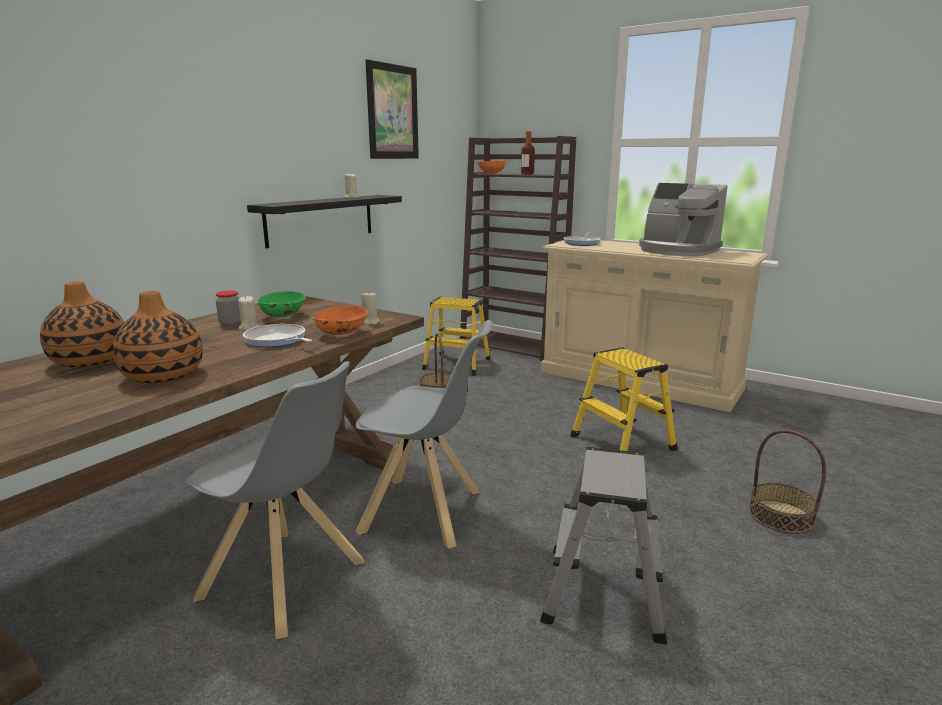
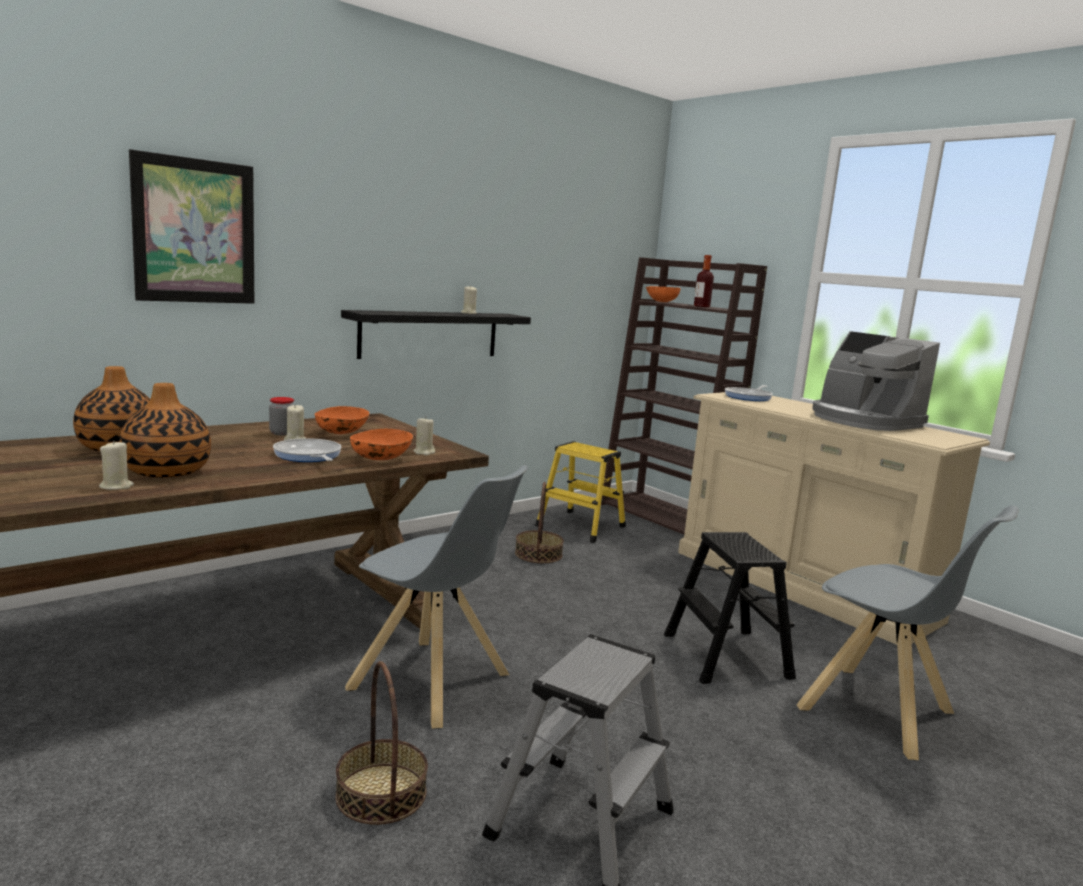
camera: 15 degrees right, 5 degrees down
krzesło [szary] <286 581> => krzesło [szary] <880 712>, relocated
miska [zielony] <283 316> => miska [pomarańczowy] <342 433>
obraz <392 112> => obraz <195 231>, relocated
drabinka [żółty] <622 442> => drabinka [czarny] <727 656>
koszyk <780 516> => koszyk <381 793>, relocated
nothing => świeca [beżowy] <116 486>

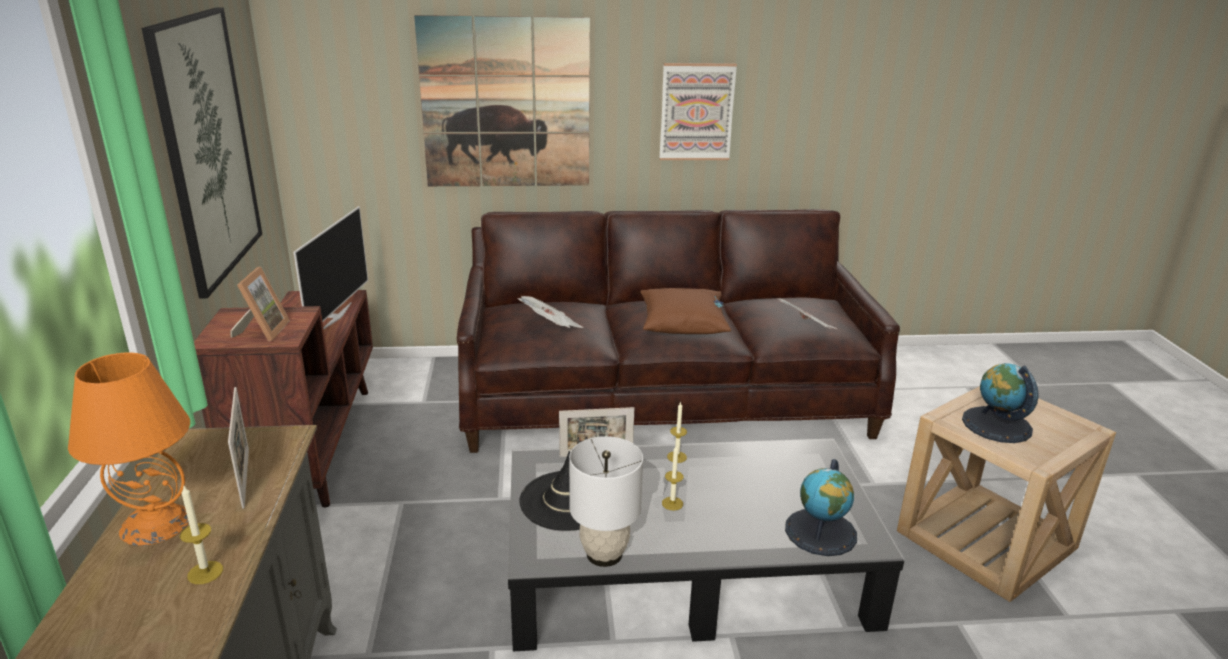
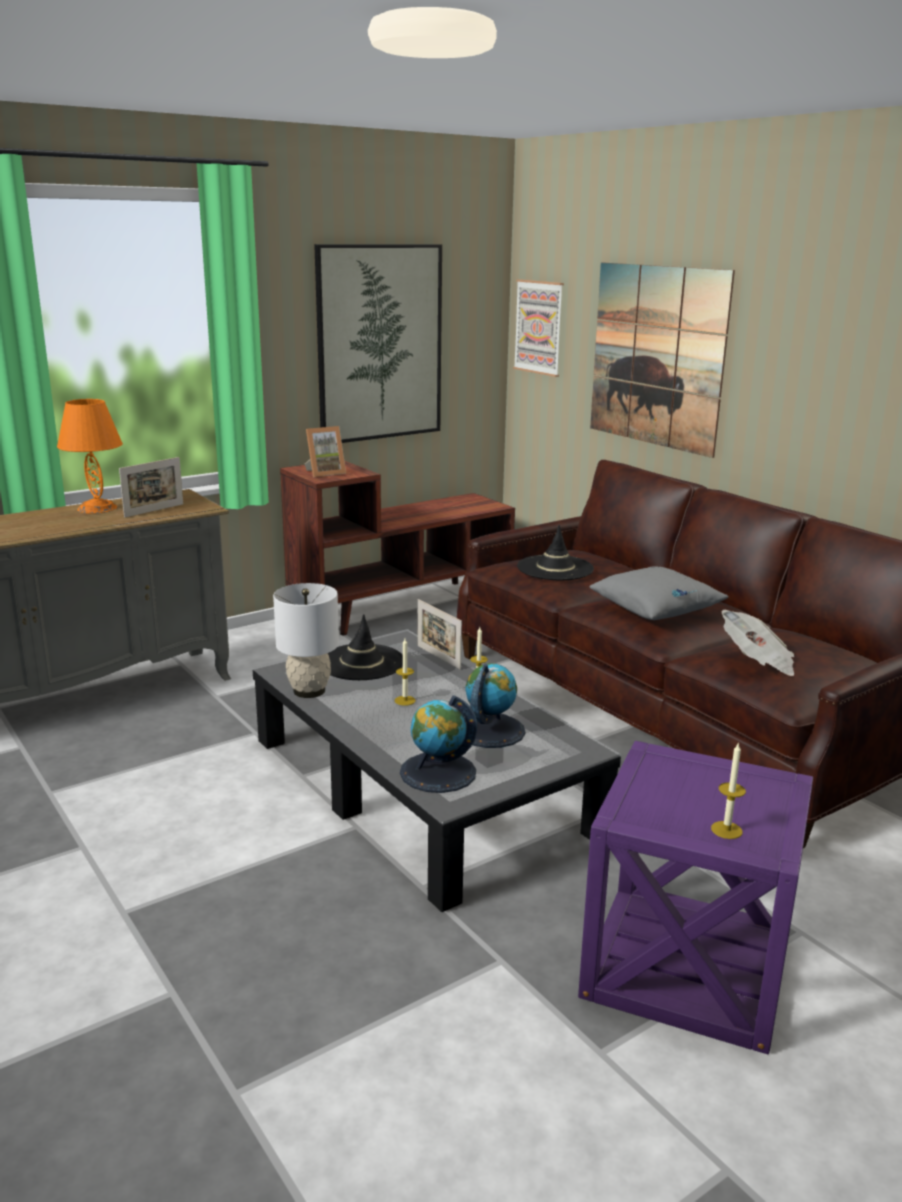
camera: 60 degrees right, 5 degrees down
świeca <205 572> => świeca <726 830>, relocated
telewizor <335 316> => nothing
gazeta <551 328> => kapelusz [czarny] <555 568>
poduszka [brązowy] <682 325> => poduszka [szary] <655 610>
obraz <696 112> => obraz <539 327>, relocated
stolik [beżowy] <986 540> => stolik [fioletowy] <687 966>
globus <996 424> => globus <489 730>, relocated

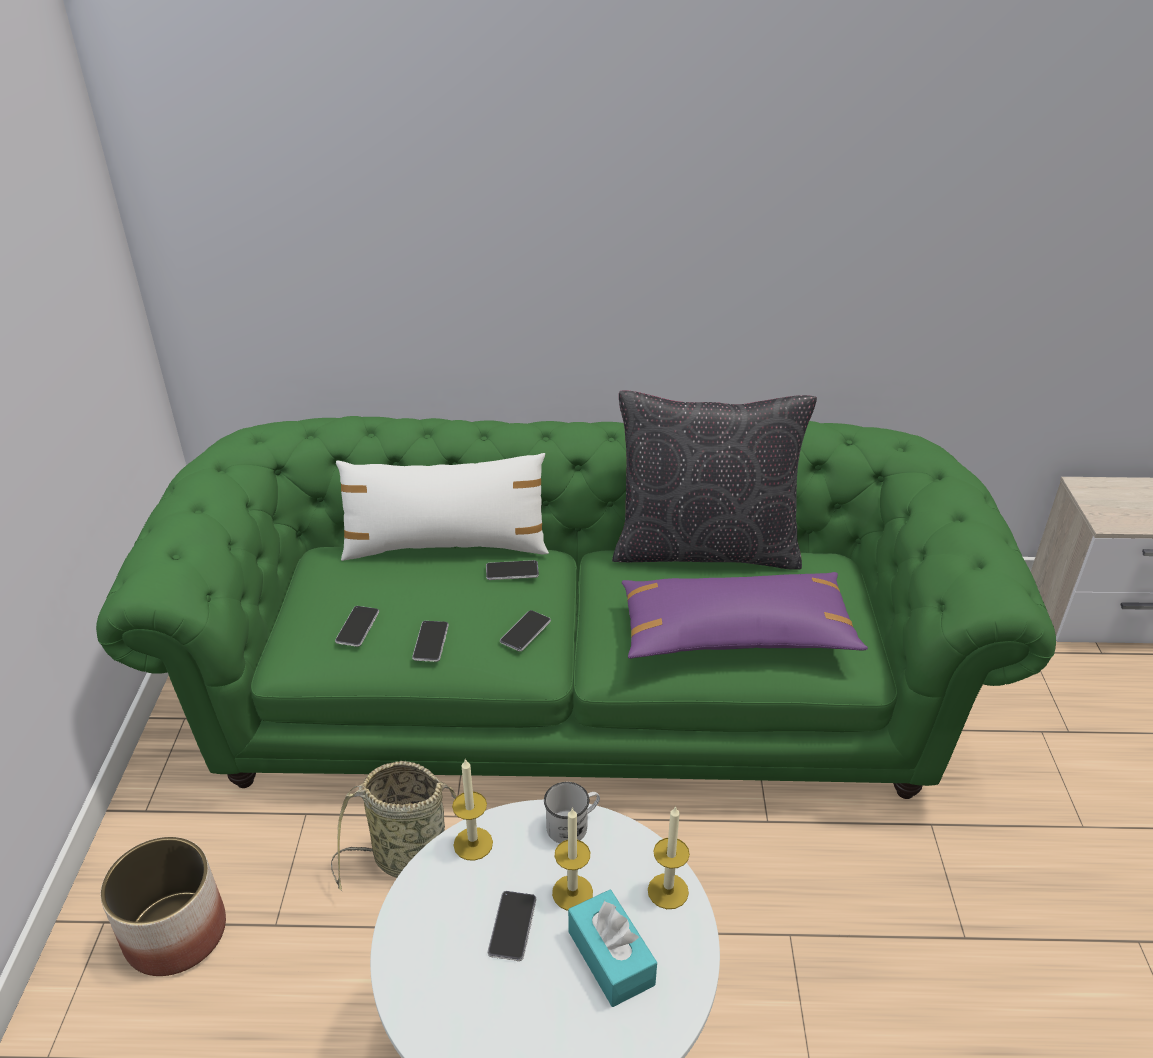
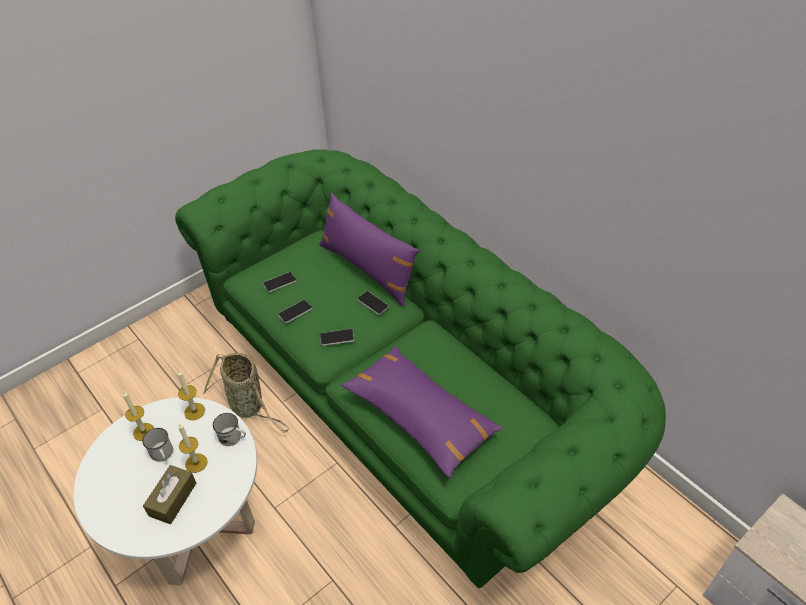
camera: 50 degrees right, 10 degrees up
donica <175 932> => nothing
poduszka [biały] <446 546> => poduszka [fioletowy] <368 269>
telefon <512 926> => kubek [biały] <163 455>
pudełko chusteczek [turkusowy] <611 958> => pudełko chusteczek [brązowy] <173 499>
poduszka [czarny] <705 548> => nothing
świeca <668 891> => świeca <144 432>, relocated

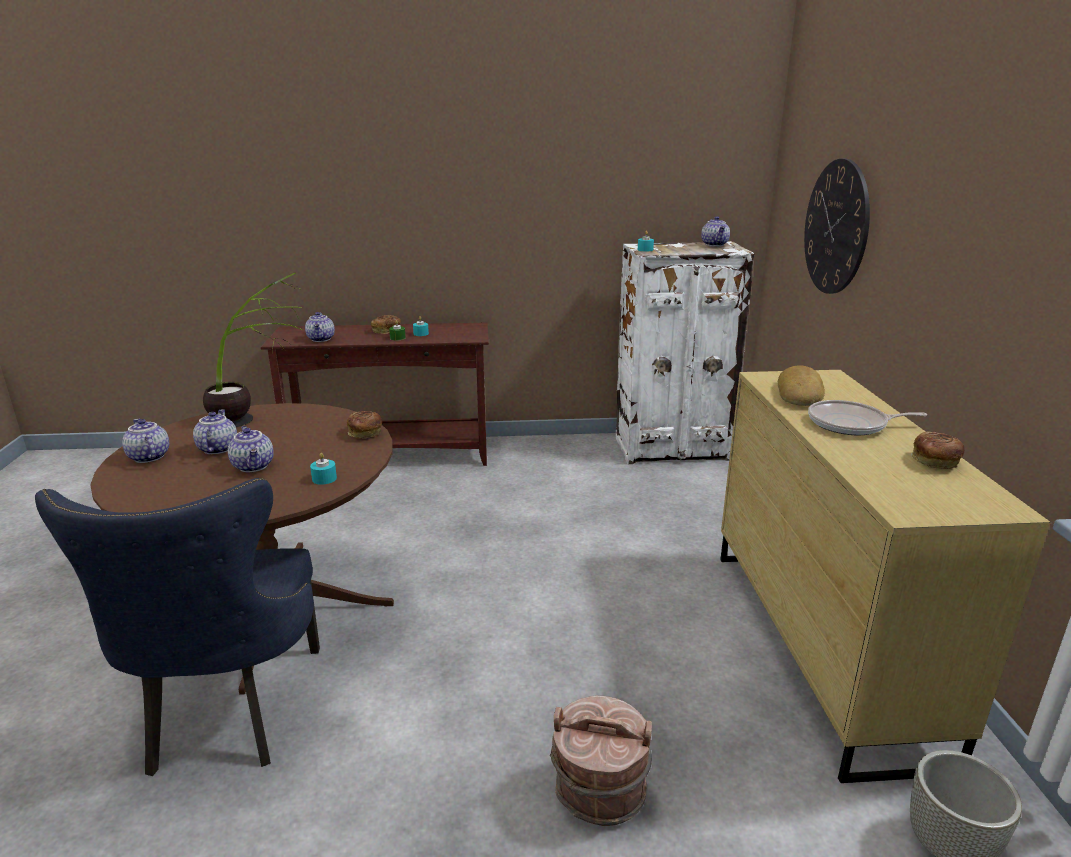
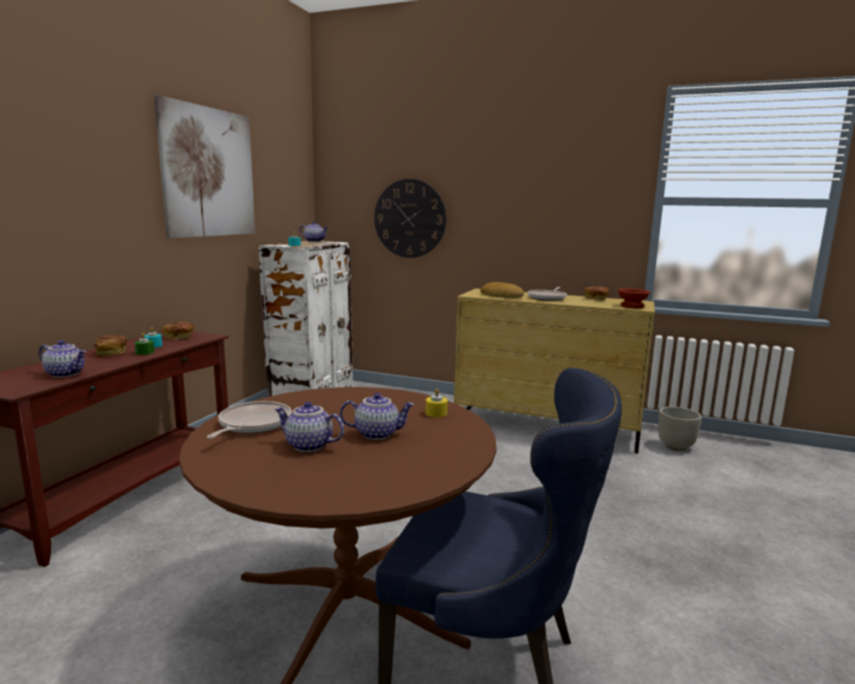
camera: 65 degrees left, 10 degrees down
imbryk <148 457> => nothing
roślina doniczkowa <257 419> => patelnia <252 424>
świeca [turkusowy] <324 478> => świeca [żółty] <436 413>
chleb <365 433> => chleb <179 337>, relocated
wiadro [brązowy] <599 793> => nothing
nothing => obraz <209 173>
nothing => miska [brązowy] <632 306>

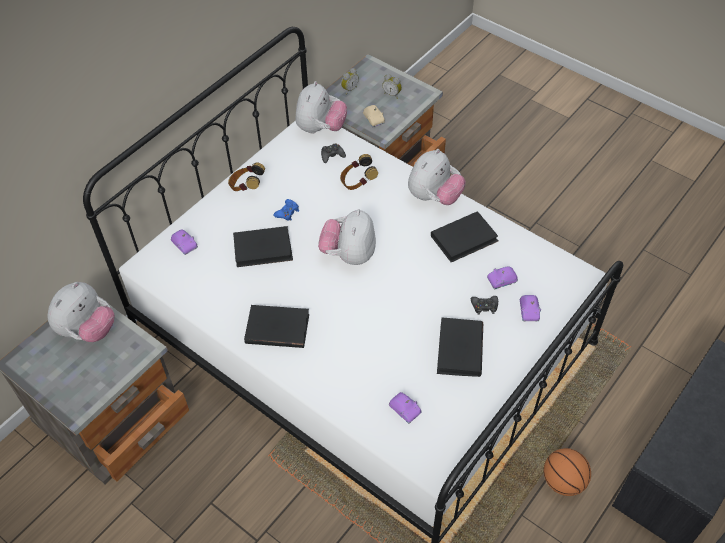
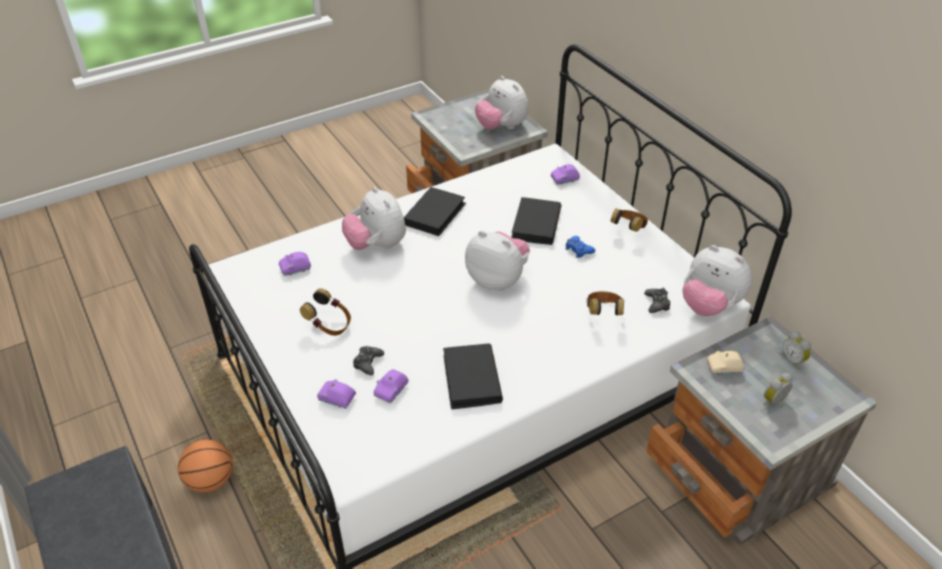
camera: 110 degrees right, 10 degrees down
pluszak <434 197> => pluszak <377 245>, relocated
książka [czarny] <460 349> => słuchawki <330 325>
samochodzik [fioletowy] <502 281> => samochodzik [fioletowy] <391 390>, 150 degrees counterclockwise

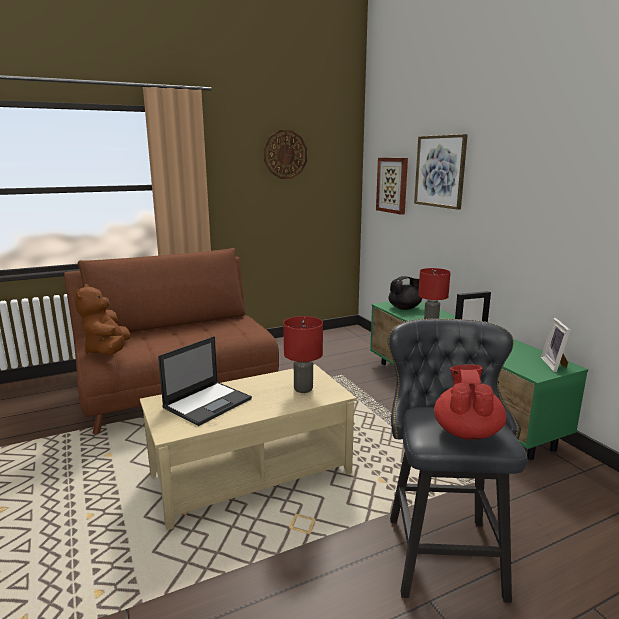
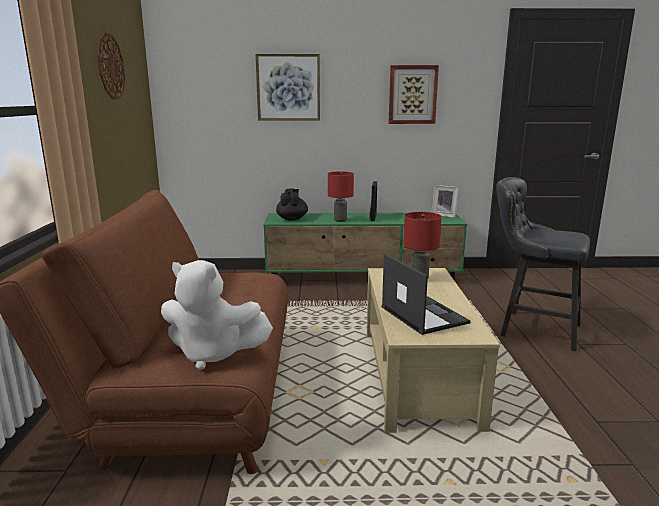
camera: 65 degrees left, 0 degrees up
pluszak [brązowy] <108 351> => pluszak [biały] <213 354>
obraz <392 185> => obraz <412 94>, relocated
imbryk [czerwony] <466 431> => nothing

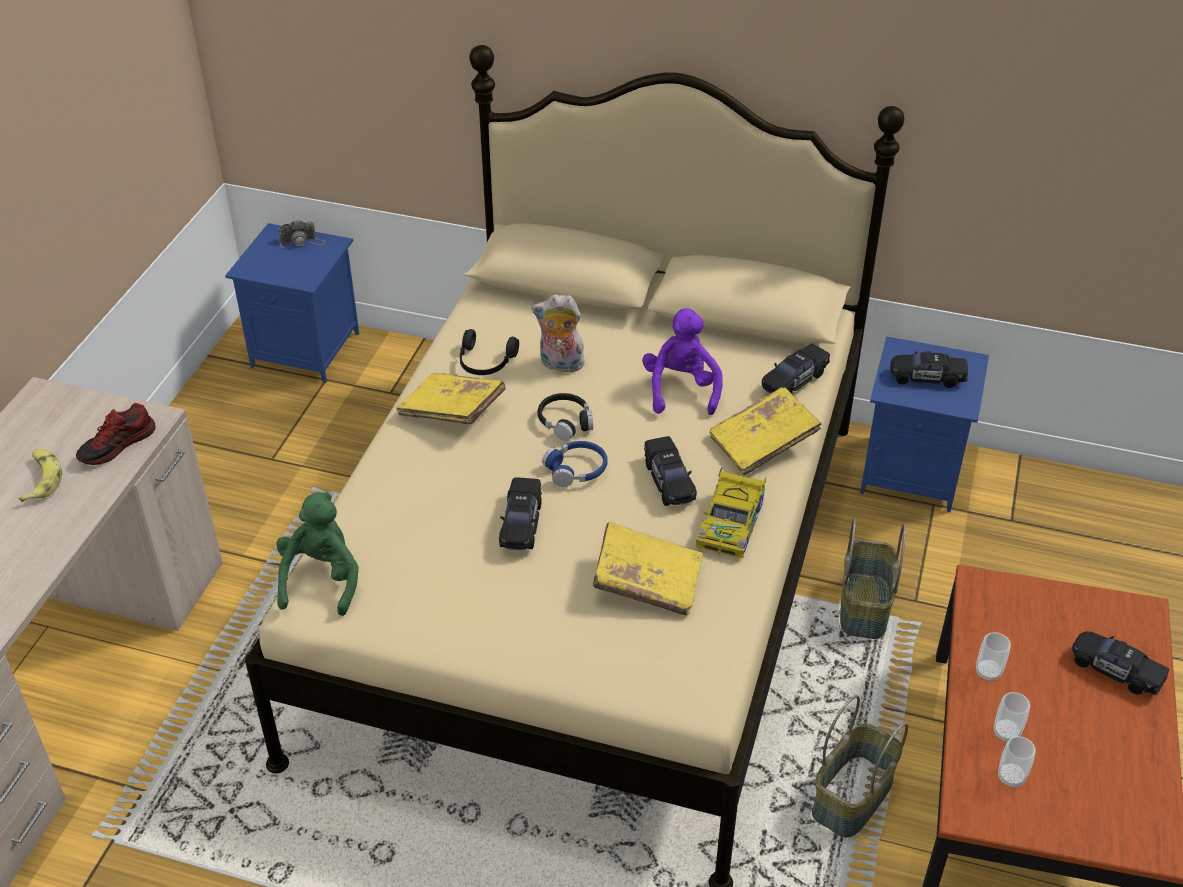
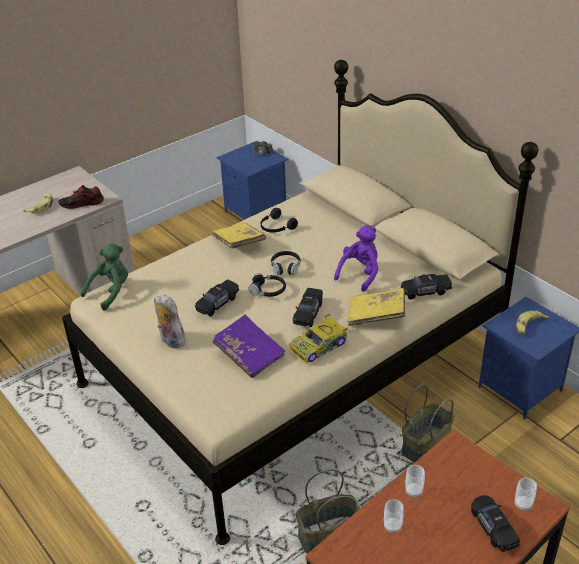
camera: 35 degrees right, 5 degrees down
pluszak <560 365> => pluszak <170 340>, relocated
słuchawki [niebieski] <576 470> => słuchawki [czarny] <268 290>
książka [żółty] <647 582> => książka [fioletowy] <249 354>
samochodzik [czarny] <927 377> => banan <529 326>
filiżanka <1011 777> => filiżanka <523 504>, relocated

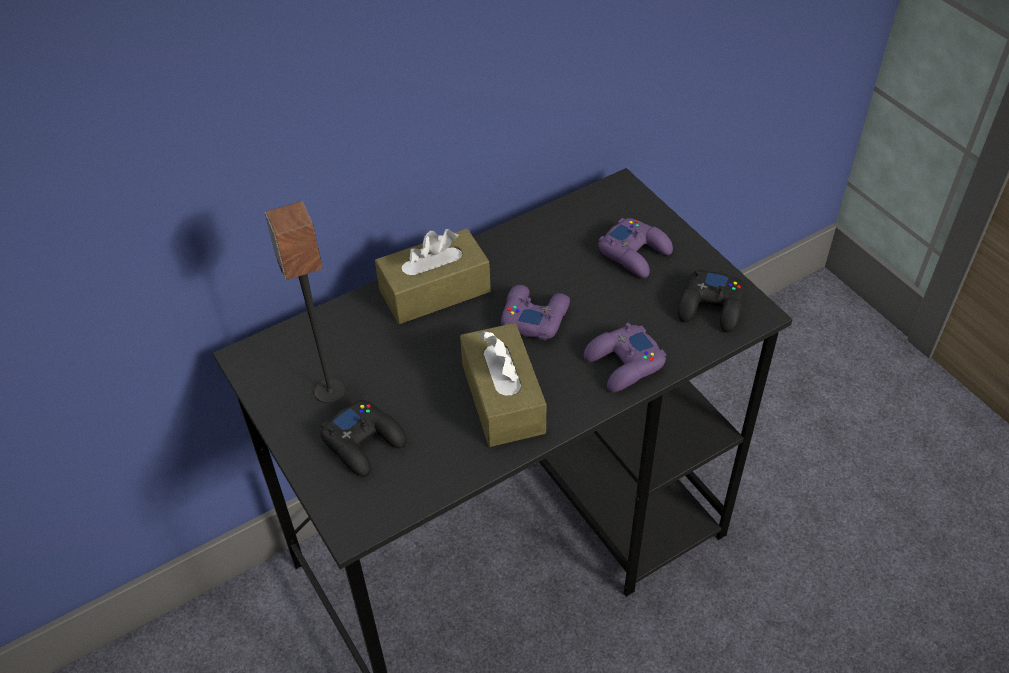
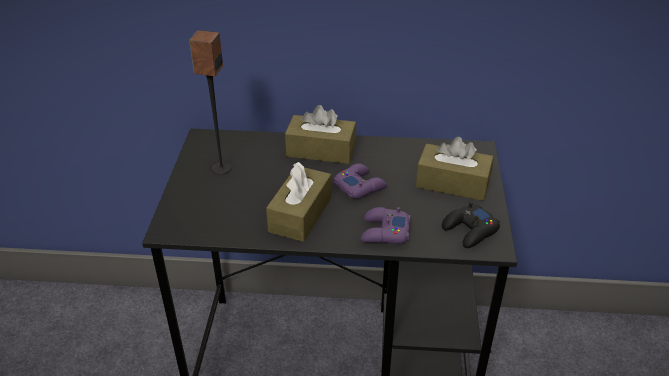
camera: 35 degrees right, 10 degrees down
pad do gier [czarny] <364 442> => nothing
pad do gier [fioletowy] <635 253> => pudełko chusteczek [brązowy] <452 183>

